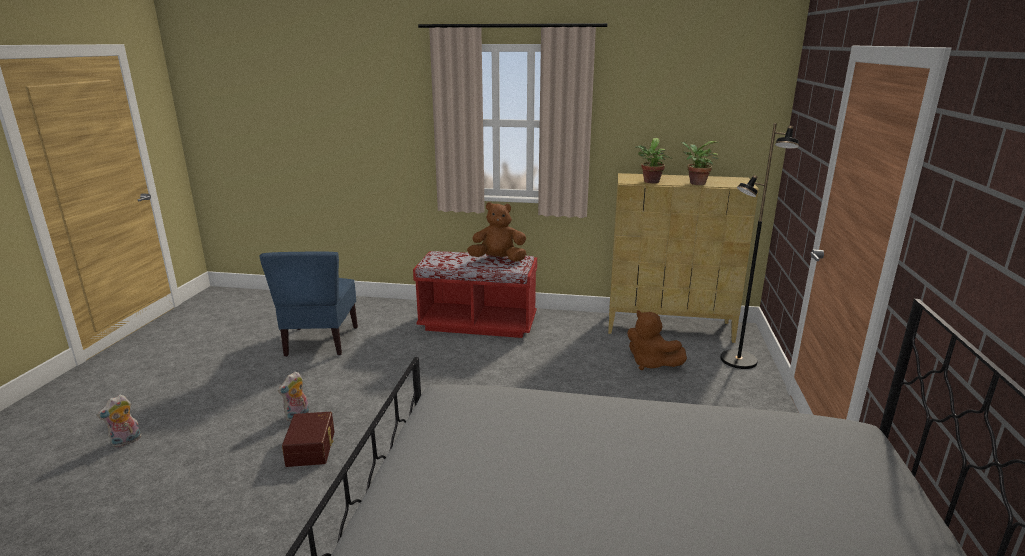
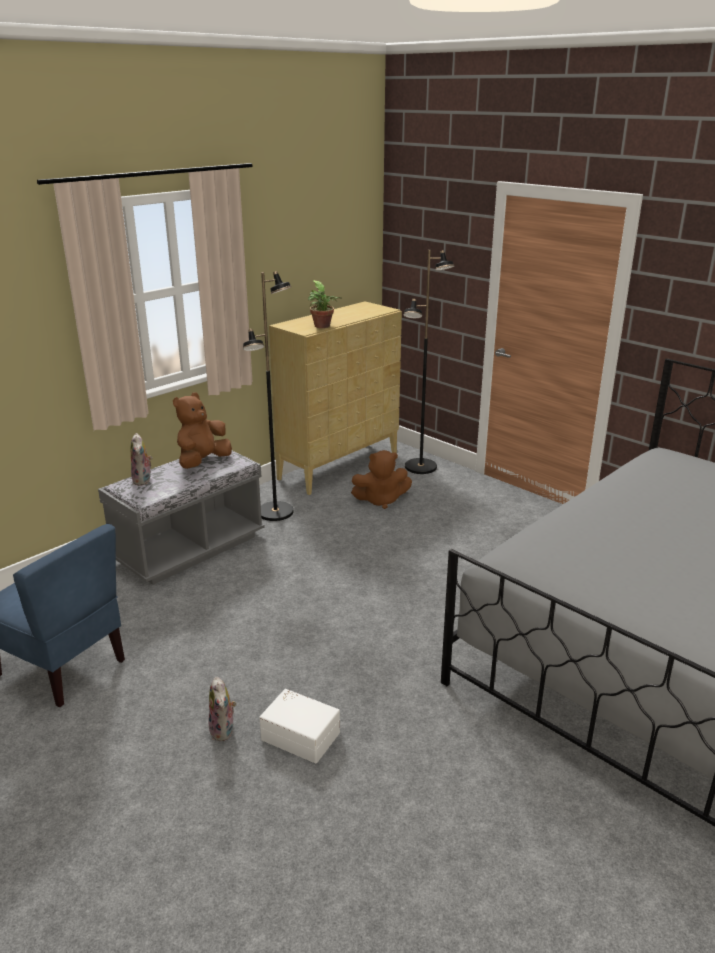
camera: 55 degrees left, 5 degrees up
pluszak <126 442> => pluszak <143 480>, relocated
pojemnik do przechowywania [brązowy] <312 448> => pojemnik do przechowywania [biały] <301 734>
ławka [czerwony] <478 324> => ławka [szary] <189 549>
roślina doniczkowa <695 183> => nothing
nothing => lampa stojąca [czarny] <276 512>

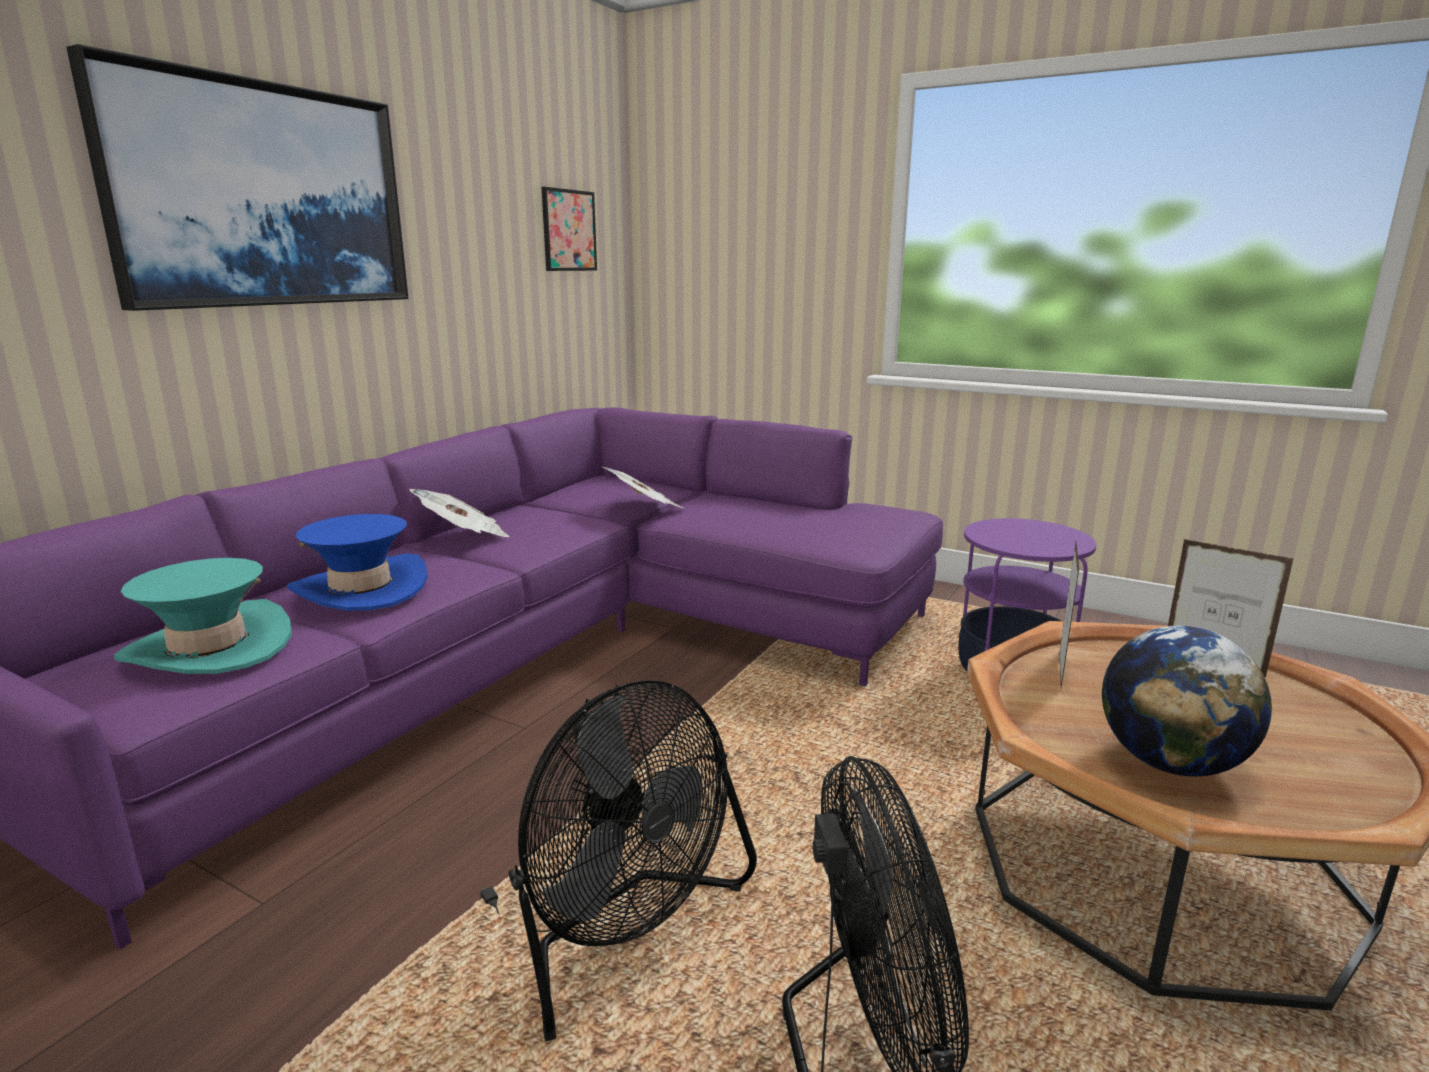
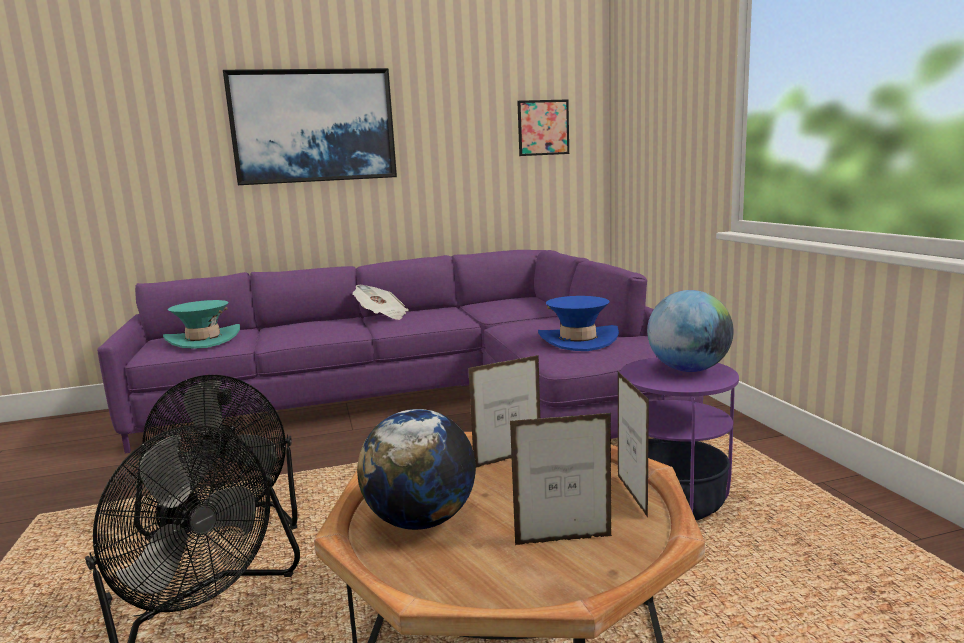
camera: 45 degrees right, 5 degrees down
kapelusz [niebieski] <360 589> => kapelusz [niebieski] <578 340>, relocated
gazeta <644 509> => nothing
nothing => ramka na zdjęcie <563 540>
nothing => globus <688 370>

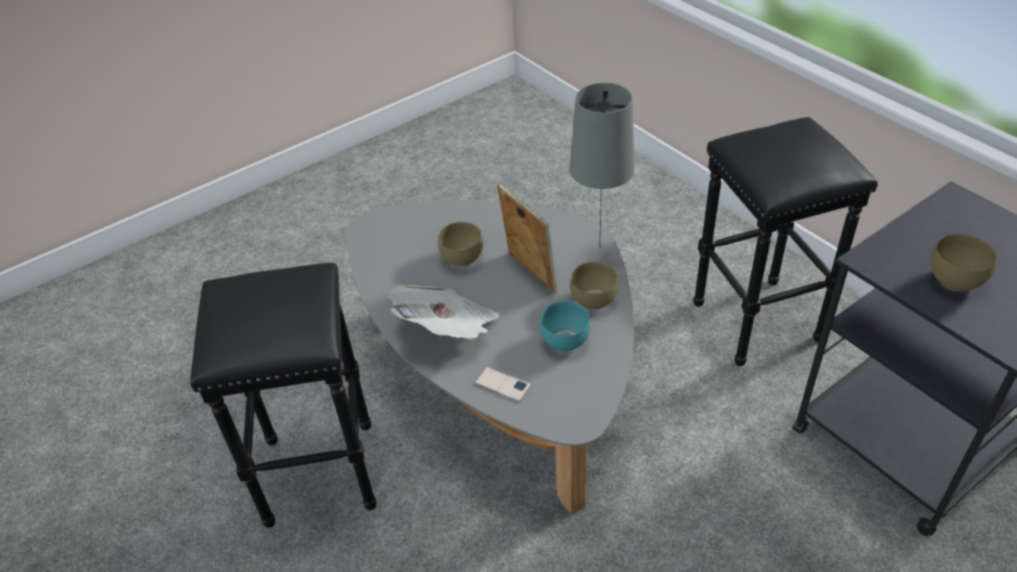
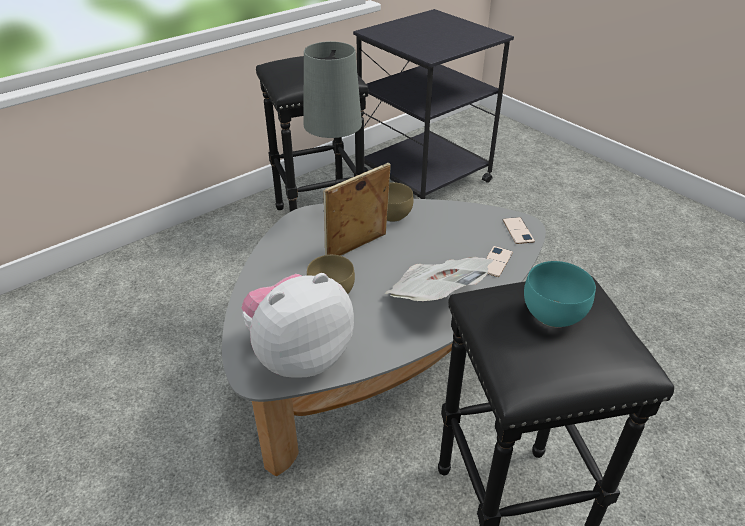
camera: 95 degrees left, 5 degrees down
miska [turkusowy] <563 342> => miska [turkusowy] <554 316>, relocated
miska [brązowy] <957 281> => nothing
nothing => pluszak <299 355>
nothing => telefon <518 231>

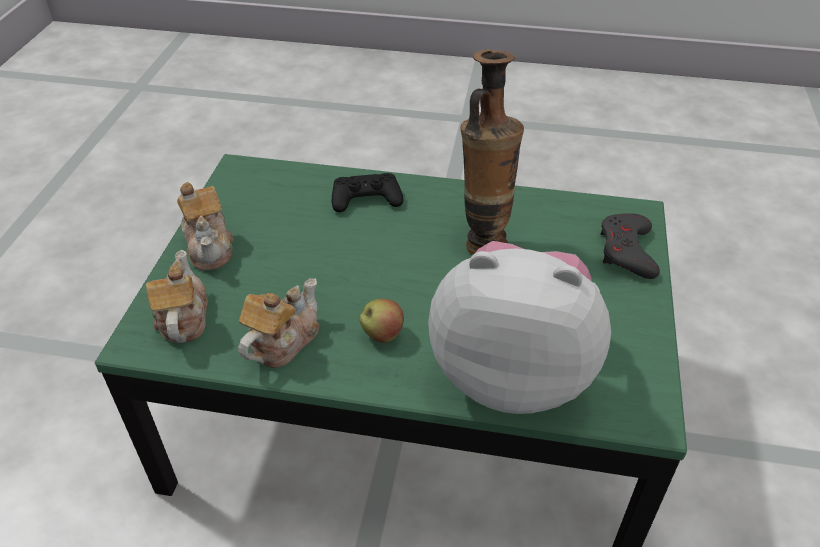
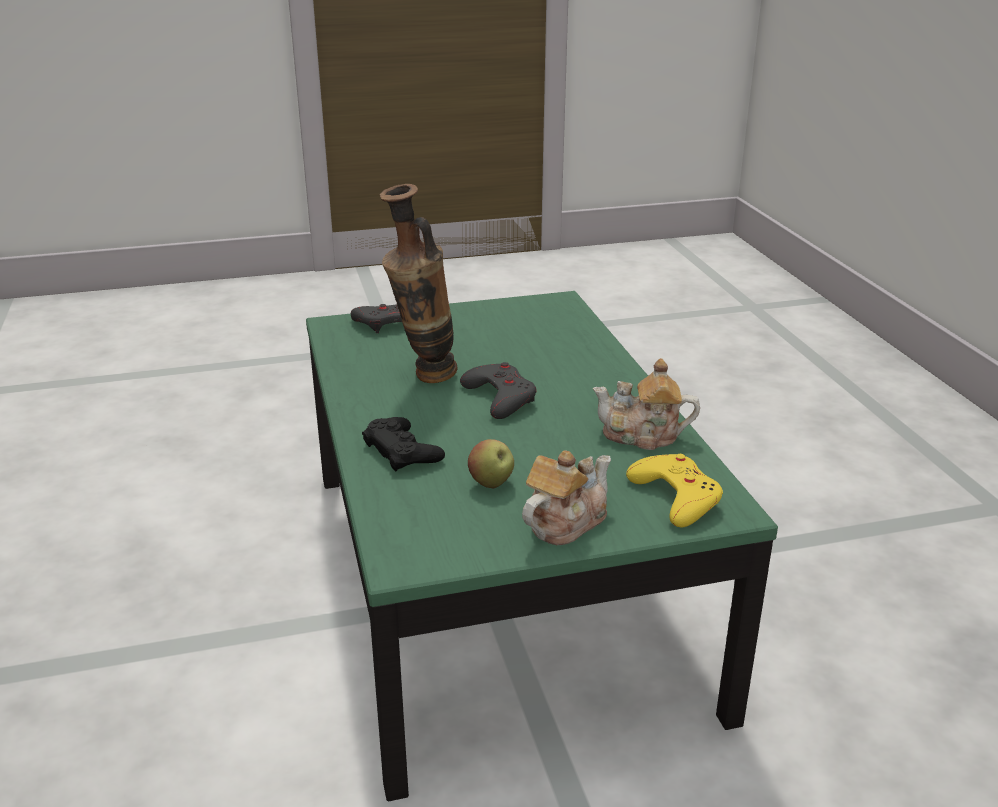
camera: 115 degrees left, 15 degrees down
imbryk <182 318> => pad do gier [żółty] <676 496>
jabłko <382 335> => jabłko <491 483>, relocated
pluszak <512 371> => nothing
nothing => pad do gier [szary] <500 397>

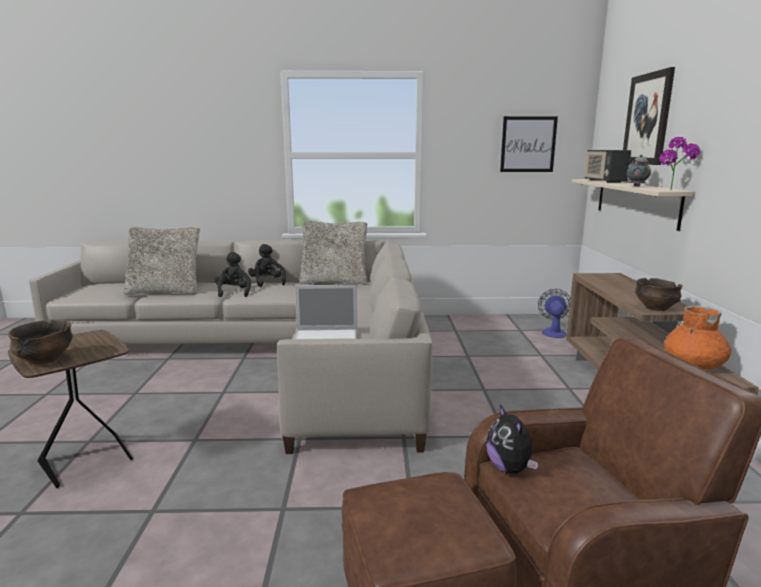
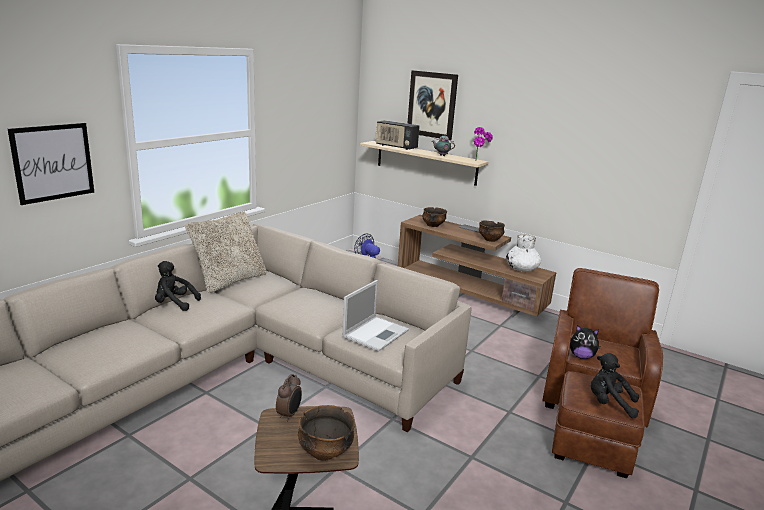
camera: 55 degrees left, 5 degrees up
poduszka [beżowy] <165 291> => nothing
pluszak [czarny] <234 293> => pluszak [czarny] <609 404>, relocated
obraz <528 144> => obraz <53 162>, relocated
wazon [pomarańczowy] <693 364> => wazon [biały] <521 269>
nothing => budzik <289 414>
nothing => miska <433 225>

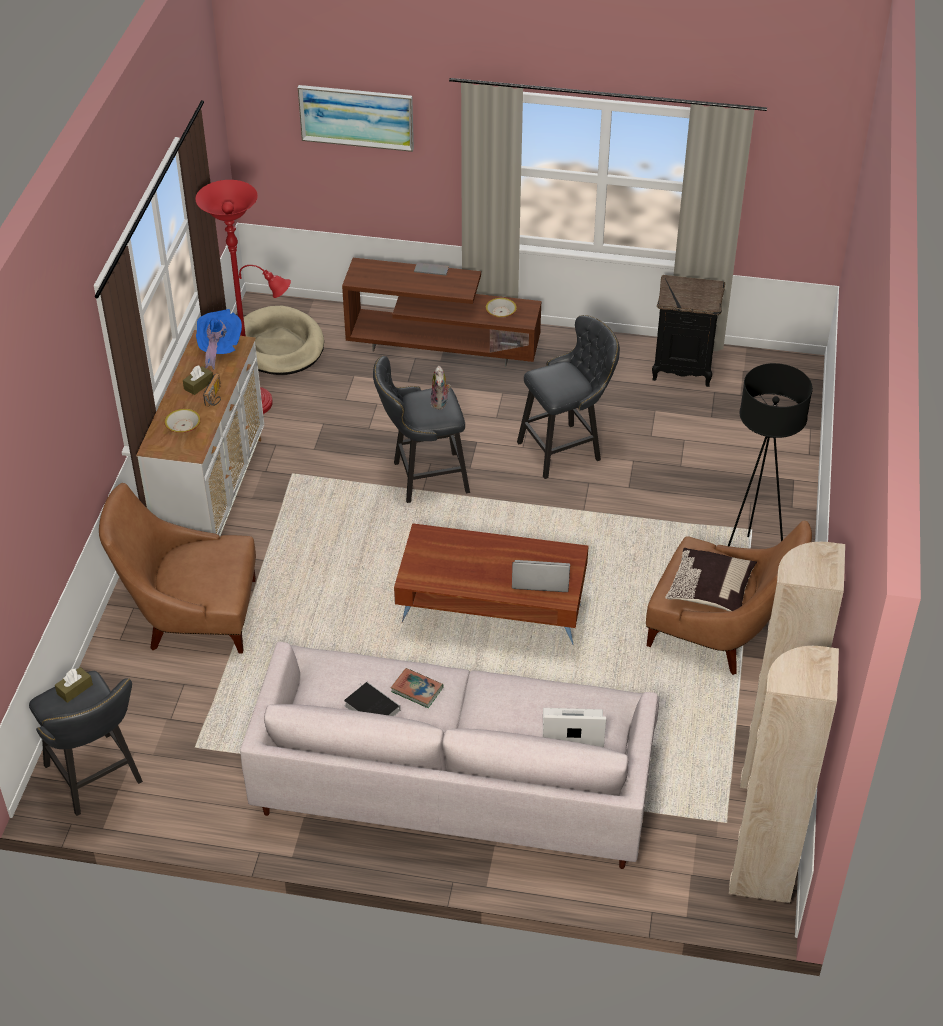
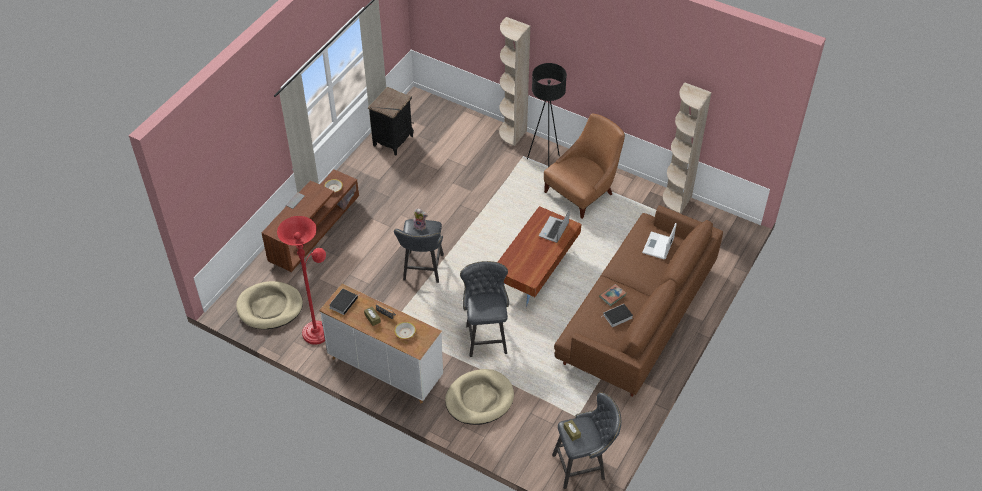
camera: 70 degrees left, 5 degrees up
fotel [brązowy] <191 614> => legowisko [beżowy] <479 399>
kapelusz [niebieski] <218 348> => książka <343 302>
kanapa [biały] <454 780> => kanapa [brązowy] <637 315>
obraz <356 117> => nothing
stołek [szary] <568 448> => stołek [szary] <485 334>, relocated
poduszka <709 590> => nothing
regał [beżowy] <762 880> => regał [beżowy] <510 136>, relocated

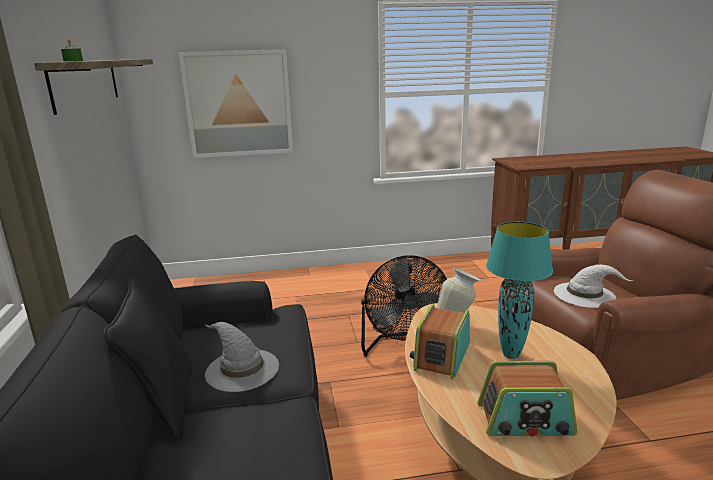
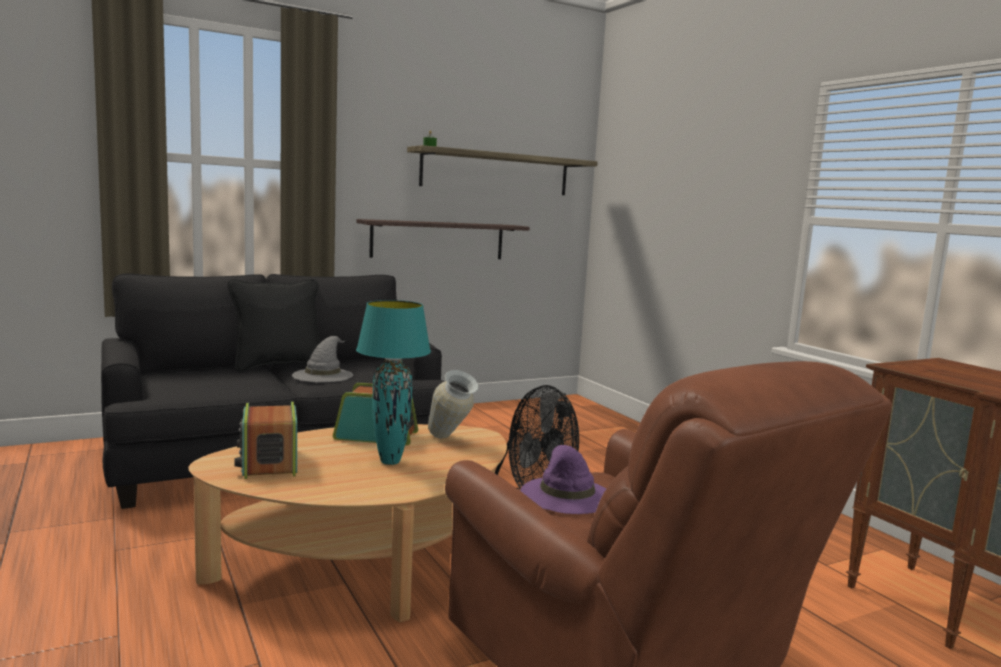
camera: 70 degrees right, 10 degrees down
obraz <238 104> => nothing
kapelusz [biały] <585 294> => kapelusz [fioletowy] <567 495>
nothing => półka <438 240>

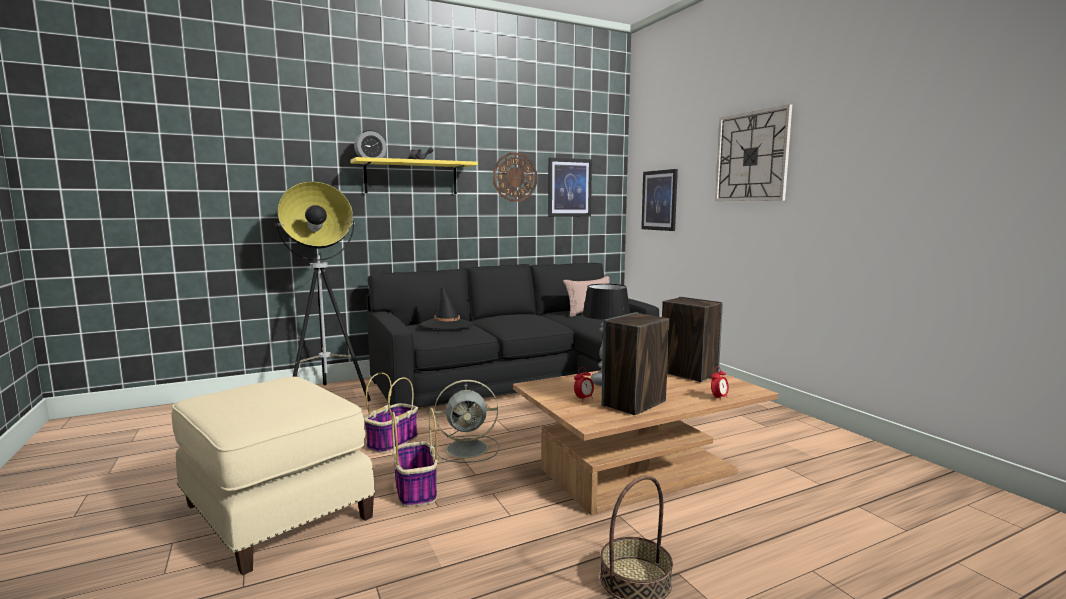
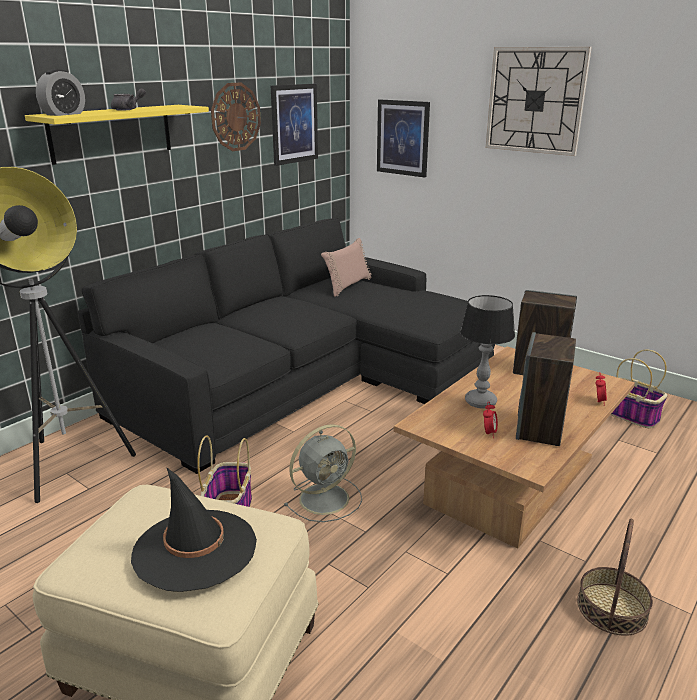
camera: 25 degrees left, 15 degrees up
koszyk <415 490> => koszyk <630 415>, relocated
kapelusz [czarny] <447 325> => kapelusz [czarny] <195 549>, relocated

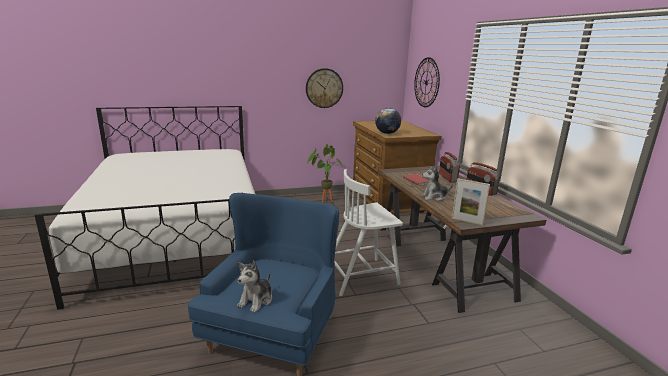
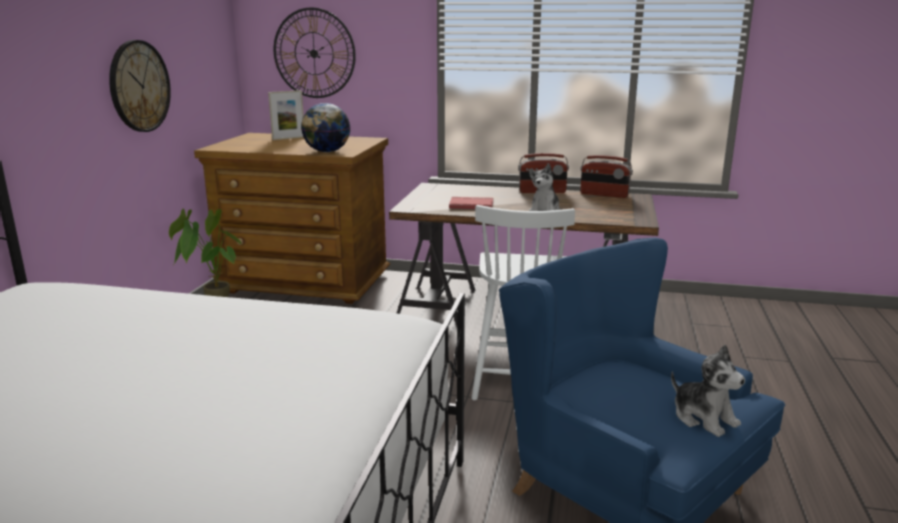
camera: 60 degrees left, 0 degrees up
radio <447 178> => radio <604 195>, relocated
ramka na zdjęcie <467 221> => ramka na zdjęcie <288 138>, relocated

